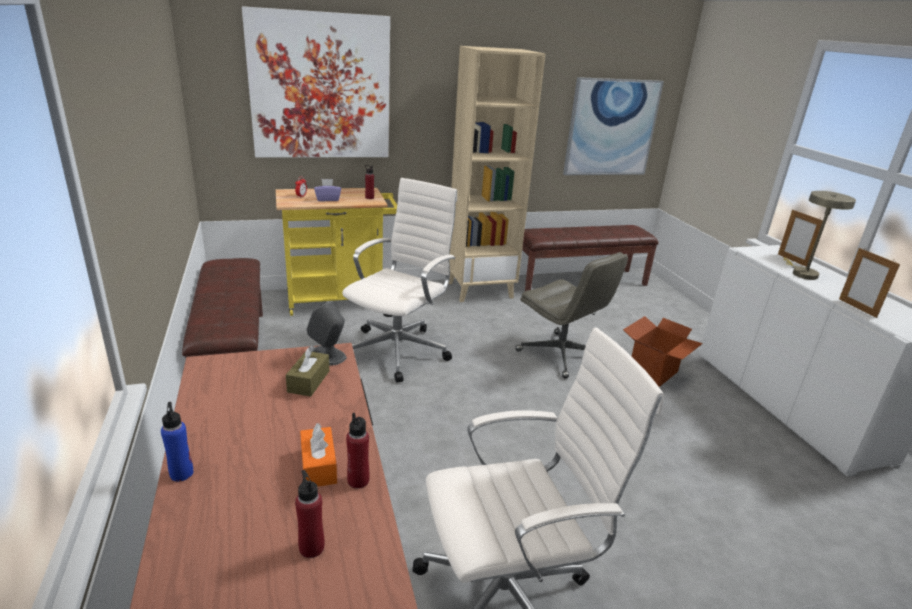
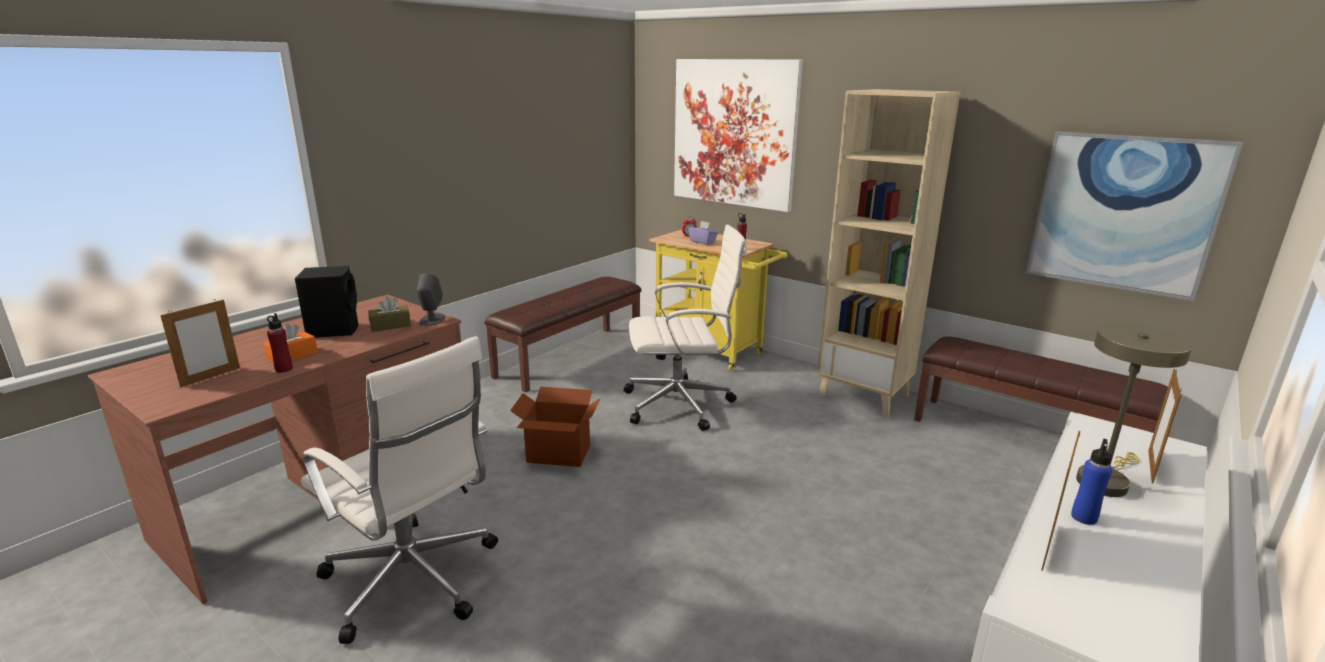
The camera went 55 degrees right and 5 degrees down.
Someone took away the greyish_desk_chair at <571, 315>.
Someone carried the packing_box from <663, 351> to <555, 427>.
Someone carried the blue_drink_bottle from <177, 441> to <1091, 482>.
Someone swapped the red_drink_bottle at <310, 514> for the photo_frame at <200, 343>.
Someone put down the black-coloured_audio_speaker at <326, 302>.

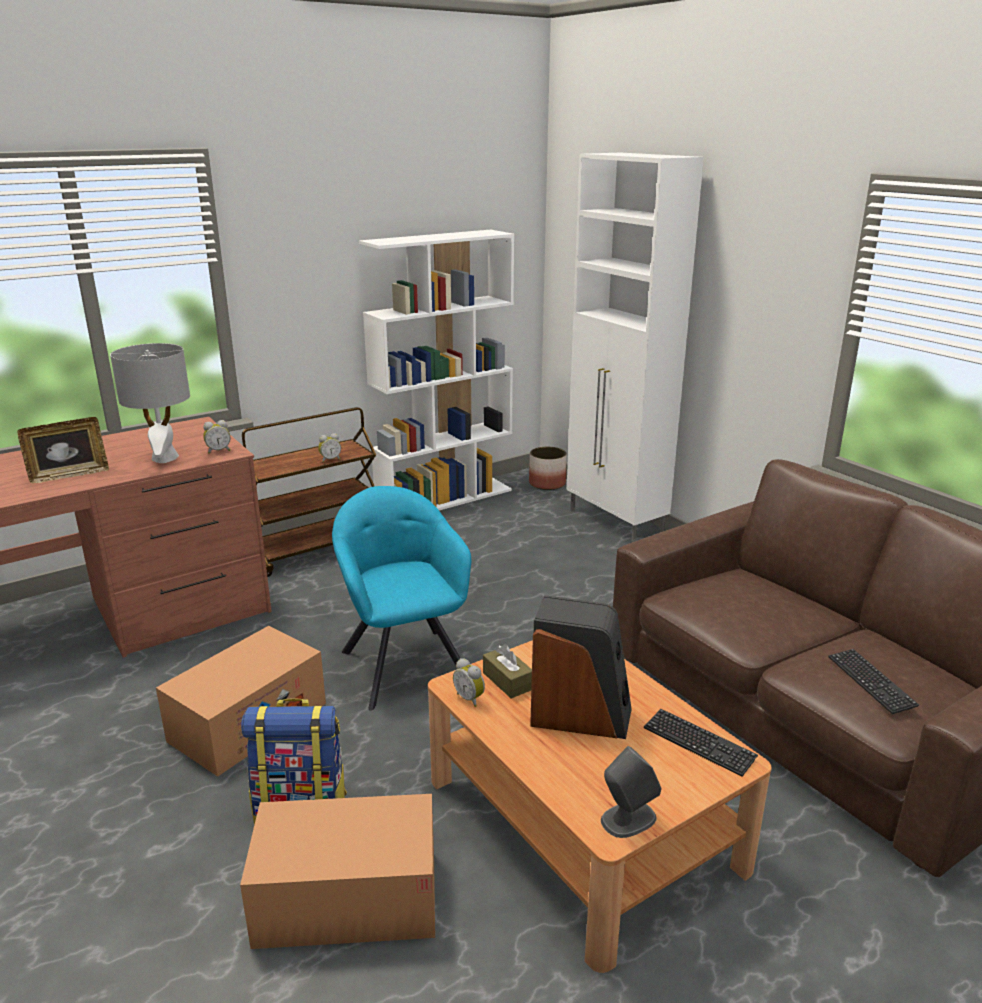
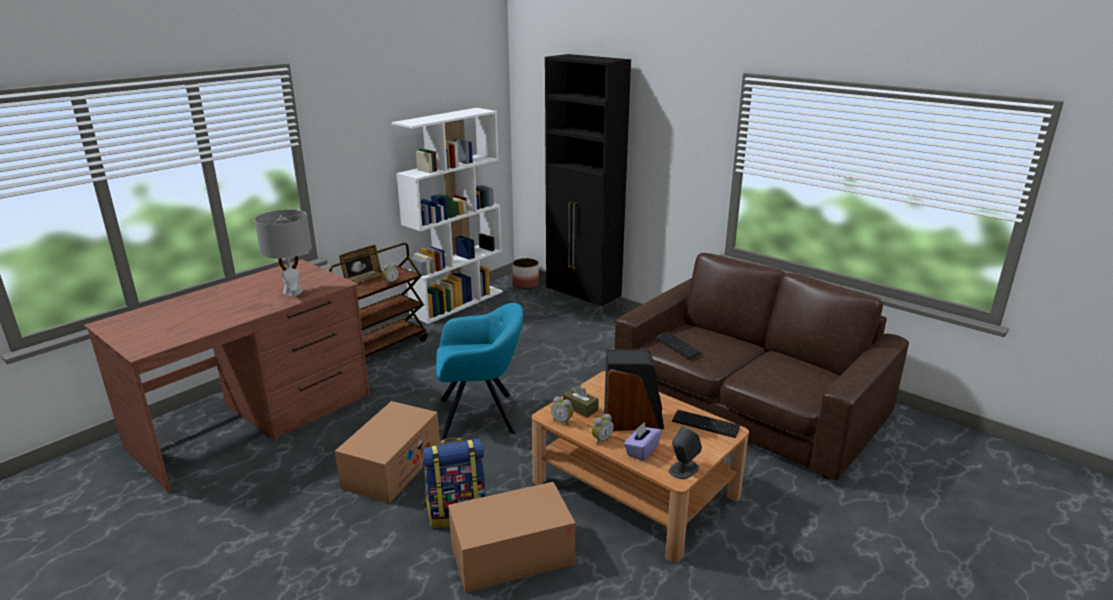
The camera went 15 degrees left and 0 degrees up.
Someone repainted the white_storage_cabinet at <635, 348>, which became the black-coloured_storage_cabinet at <588, 187>.
Someone carried the photo_frame from <63, 450> to <360, 264>.
Someone carried the alarm_clock from <216, 437> to <603, 429>.
Someone rotated the turquoise-coloured_easy_chair at <401, 598> by 120 degrees clockwise.
Someone carried the computer_keyboard from <873, 681> to <678, 345>.
Someone put down the purplish_box_of_tissues at <643, 441>.

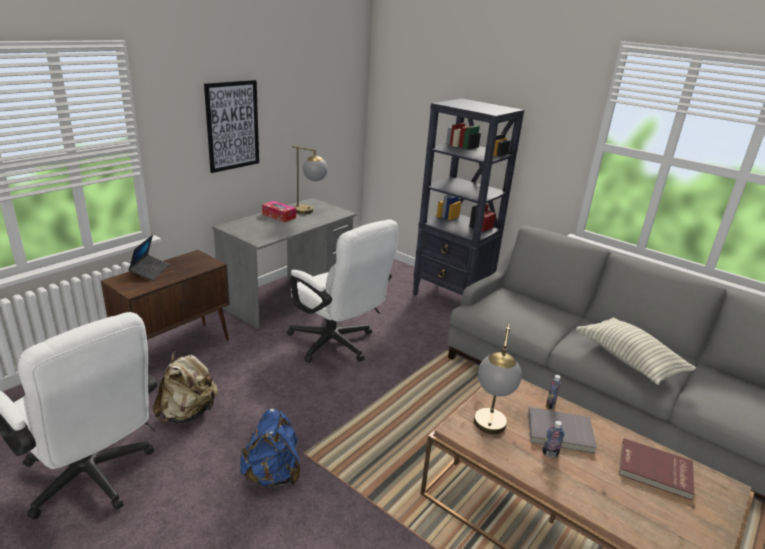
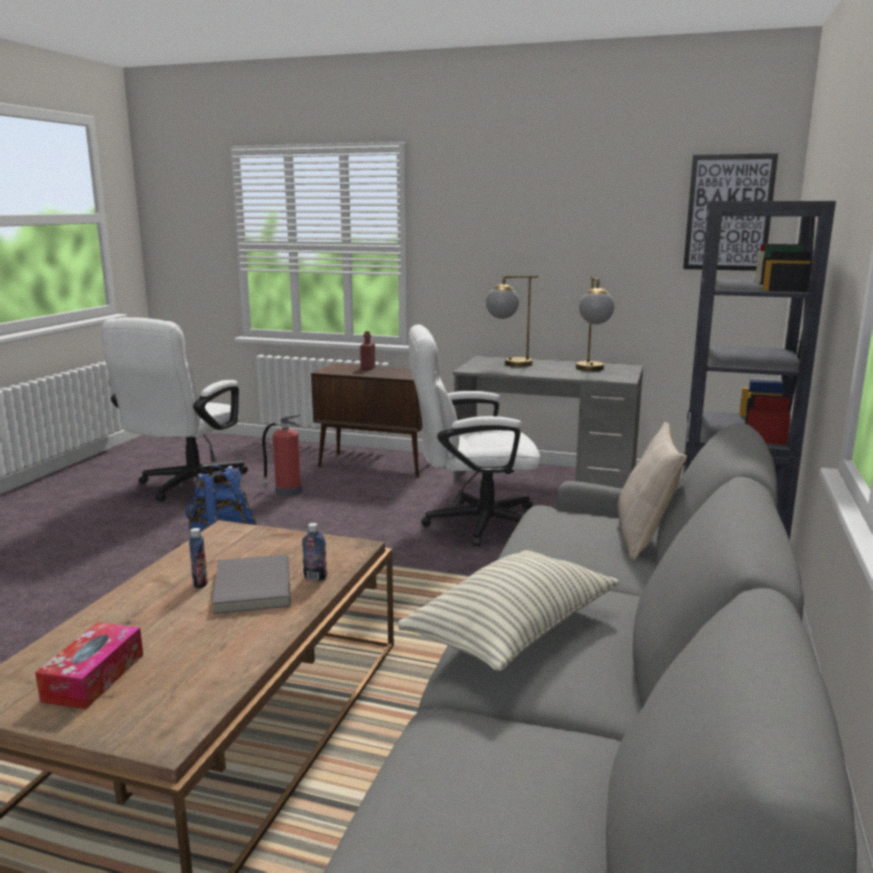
The camera went 70 degrees right and 10 degrees down.
Someone carried the wall_picture from <231, 126> to <730, 212>.
Someone carried the box_of_tissues from <279, 211> to <89, 665>.
Someone rotated the white_desk_chair at <343, 291> by 60 degrees clockwise.
Someone swapped the laptop at <149, 258> for the red_drink_bottle at <367, 350>.
Someone carried the lamp_for_a_table from <498, 379> to <512, 321>.
Someone swapped the beige-coloured_knapsack at <185, 387> for the fire_extinguisher at <282, 455>.
Someone took away the red_bound_book at <656, 469>.
Someone put down the beige-coloured_pillow at <652, 491>.

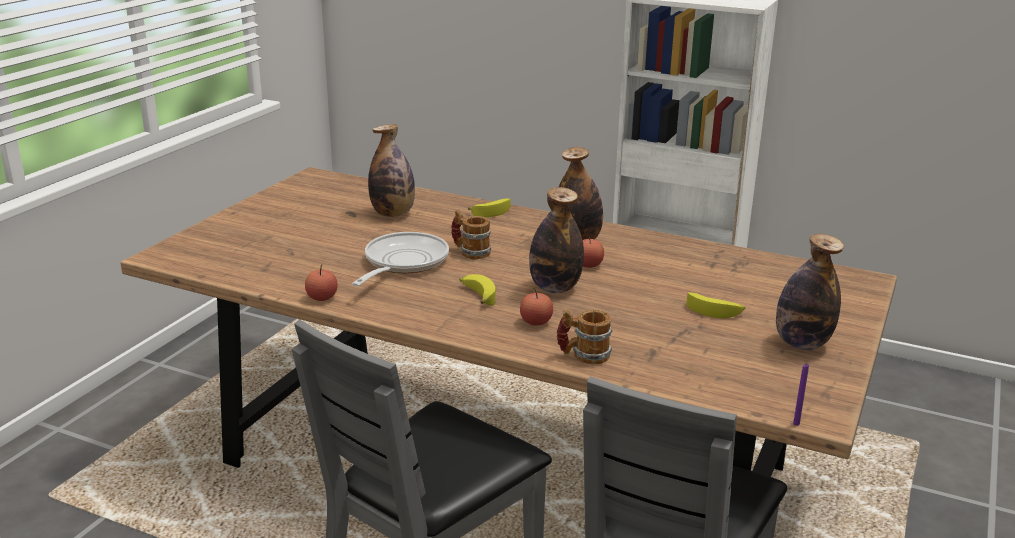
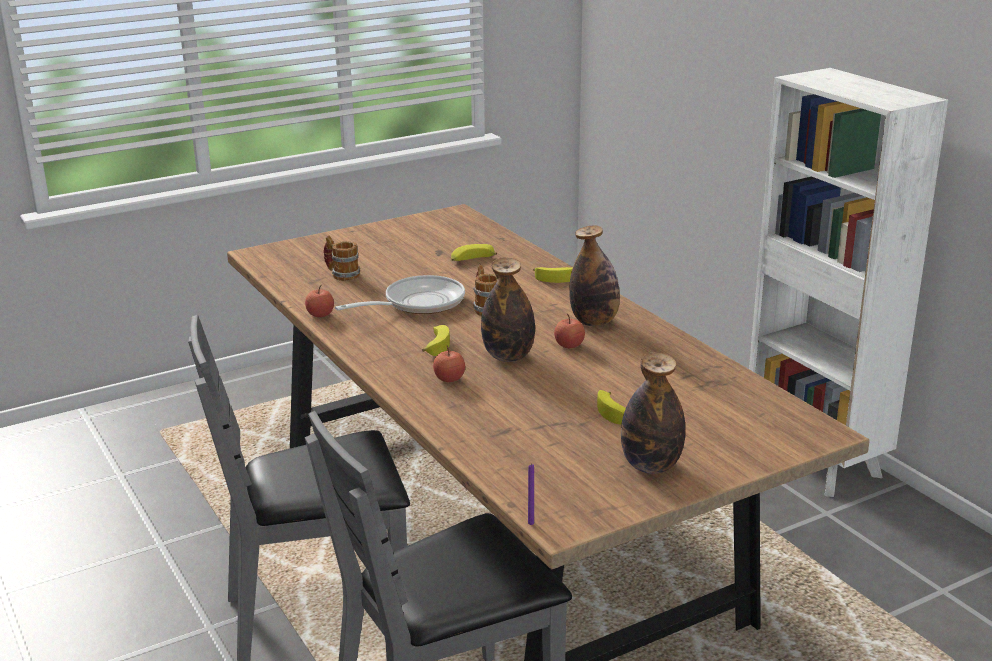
The camera went 35 degrees right and 0 degrees up.
Someone swapped the drink_bottle at <391, 170> for the banana at <474, 252>.
Someone carried the tea_mug from <584, 336> to <341, 258>.

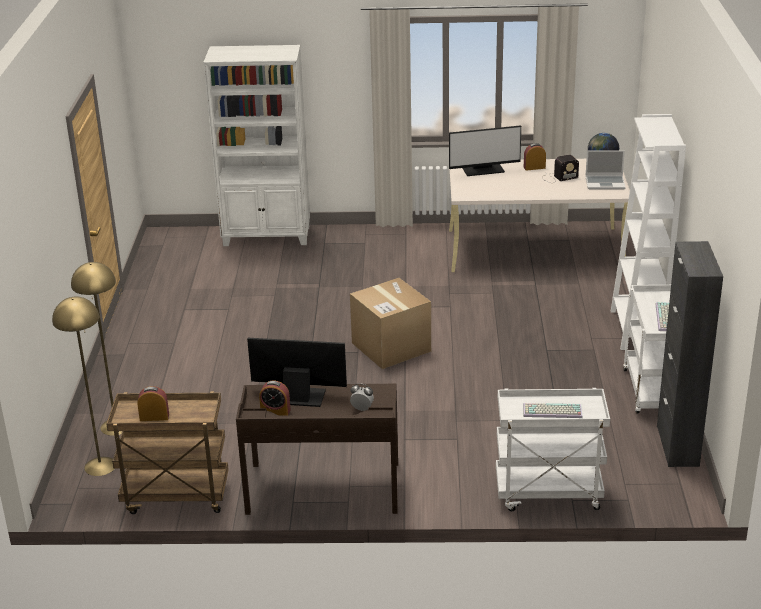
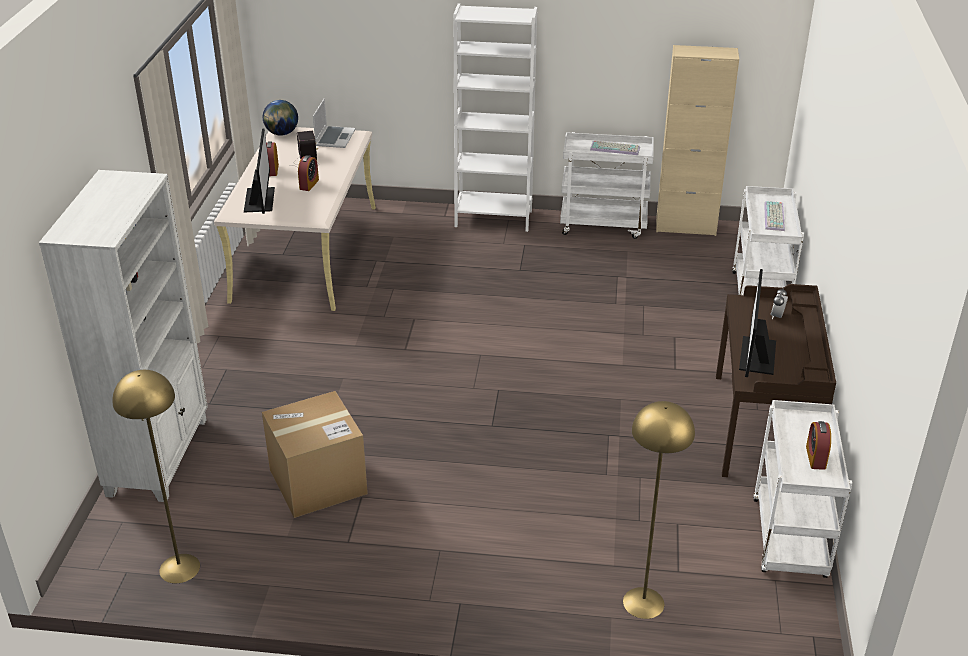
The camera went 85 degrees left and 5 degrees up.
Someone repainted the black-coloured_storage_cabinet at <690, 354>, which became the beige-coloured_storage_cabinet at <697, 140>.
Someone carried the packing_box from <390, 323> to <315, 454>.
Someone carried the yellowish_standard_lamp from <83, 386> to <156, 476>.
Someone carried the alarm_clock from <275, 398> to <308, 173>.
Someone repainted the brown_cart at <167, 453>, which became the white_cart at <802, 489>.

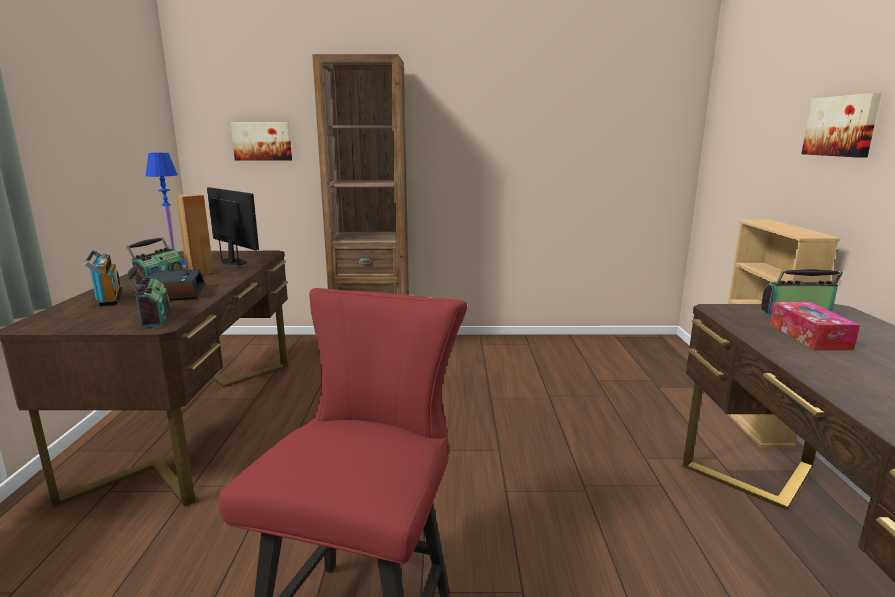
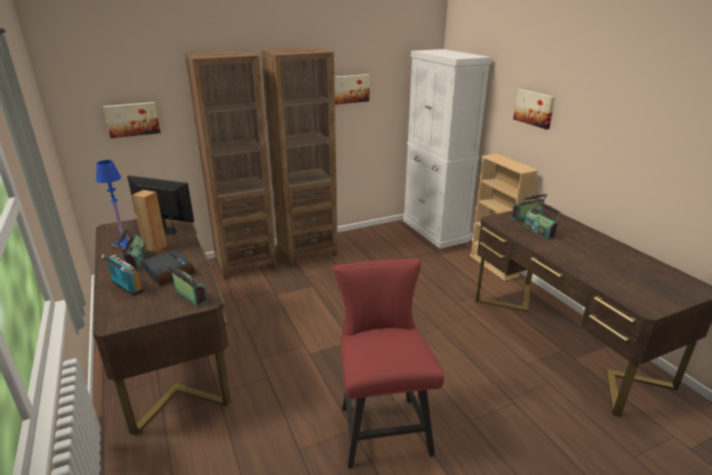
The camera went 25 degrees left and 10 degrees up.
Someone swapped the box_of_tissues at <815, 326> for the radio at <543, 220>.
Someone put down the brown_bookshelf at <299, 157>.
Someone put down the white_storage_cabinet at <447, 149>.
Someone put up the wall_picture at <352, 89>.

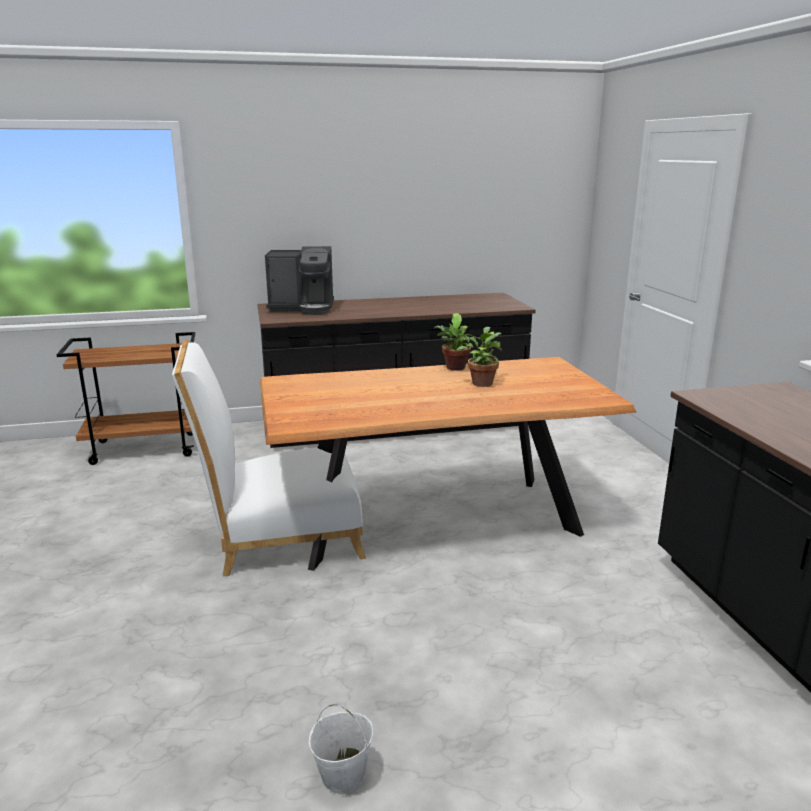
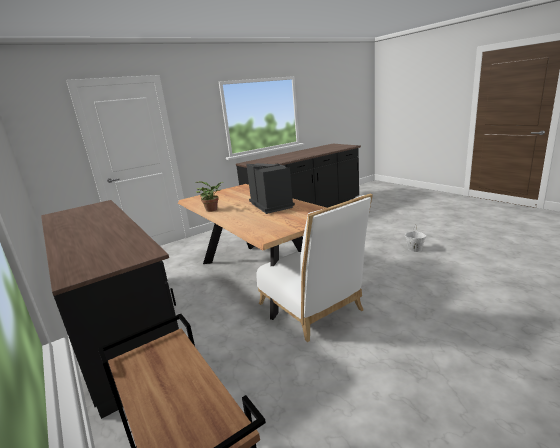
The camera went 110 degrees left and 0 degrees up.
Someone carried the coffee_brewer from <299, 280> to <270, 188>.
Someone took away the plant_in_a_pot at <479, 357>.

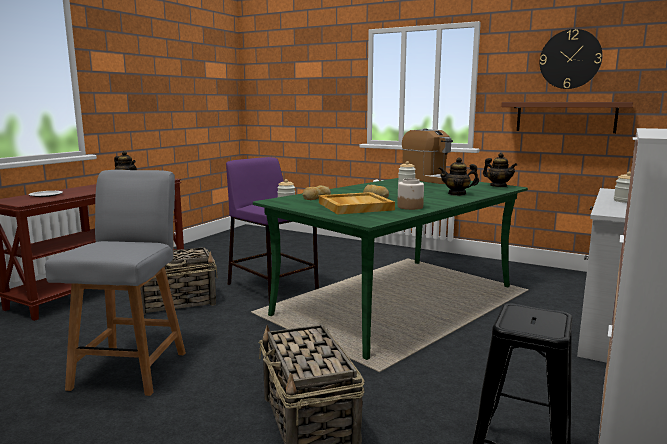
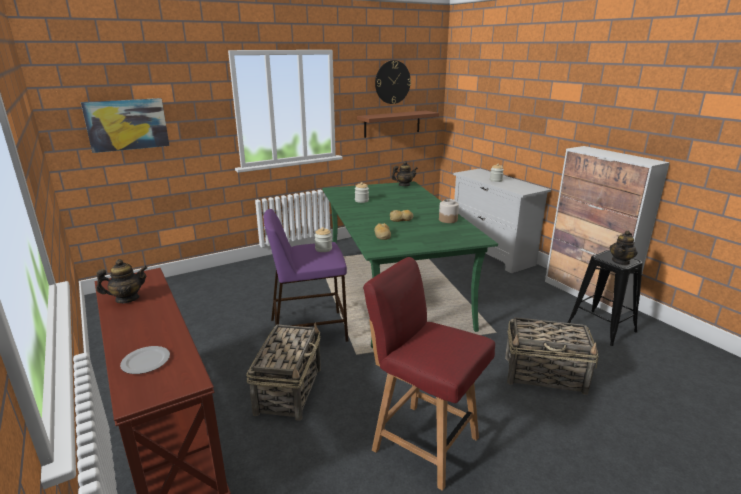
The camera went 60 degrees left and 10 degrees up.
Someone took away the coffee_brewer at <427, 156>.
Someone carried the pot_for_tea from <459, 176> to <623, 248>.
Someone repainted the greyish_chair at <115, 283>, which became the red_chair at <429, 374>.
Someone took away the beige-coloured_tray at <357, 203>.
Someone put up the wall_picture at <125, 125>.

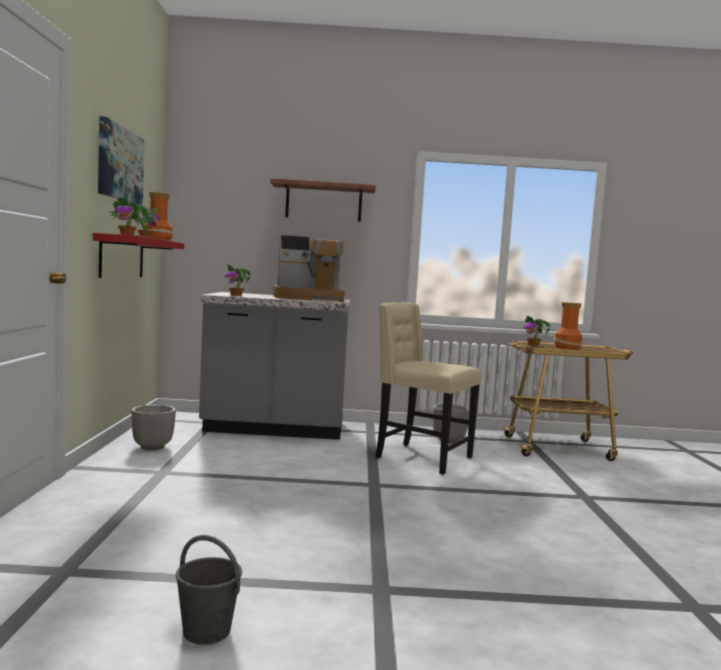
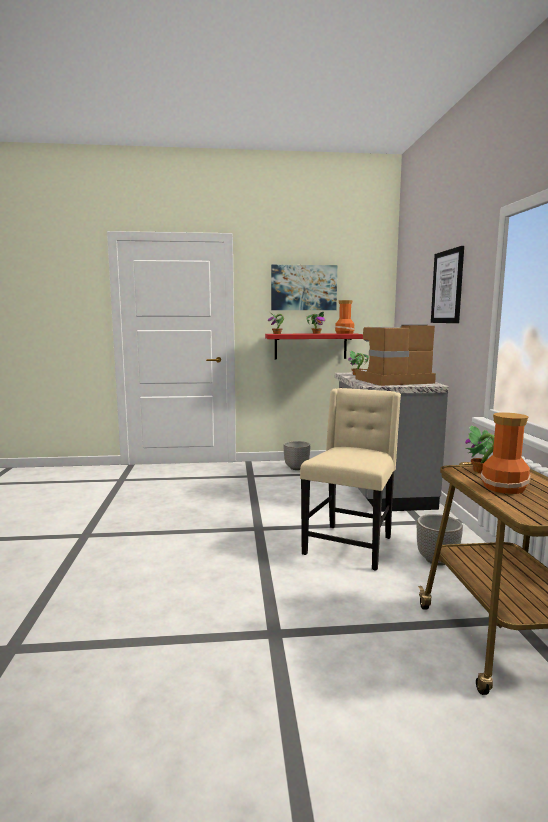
The camera went 85 degrees right and 5 degrees up.
Someone swapped the wall_shelf at <323, 200> for the wall_picture at <447, 284>.
Someone rotated the coffee_brewer at <309, 268> by 90 degrees clockwise.
Someone took away the greyish_water_bucket at <209, 590>.

